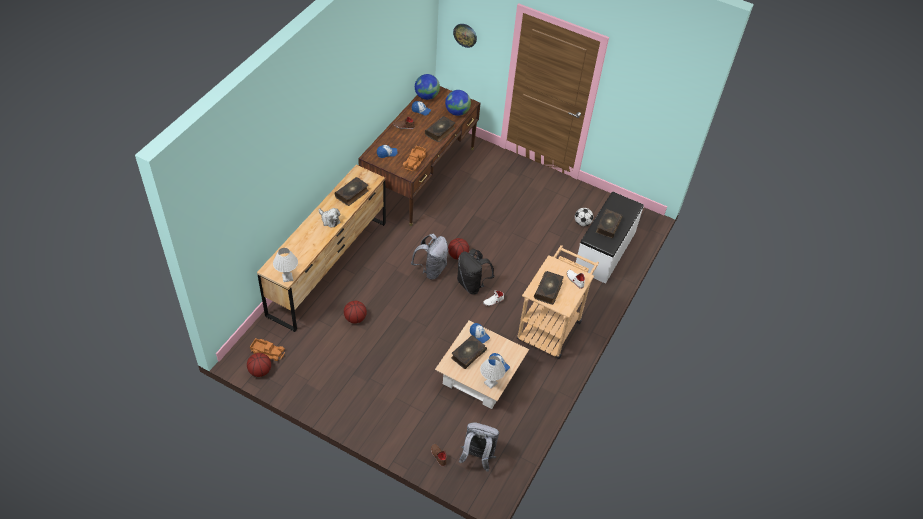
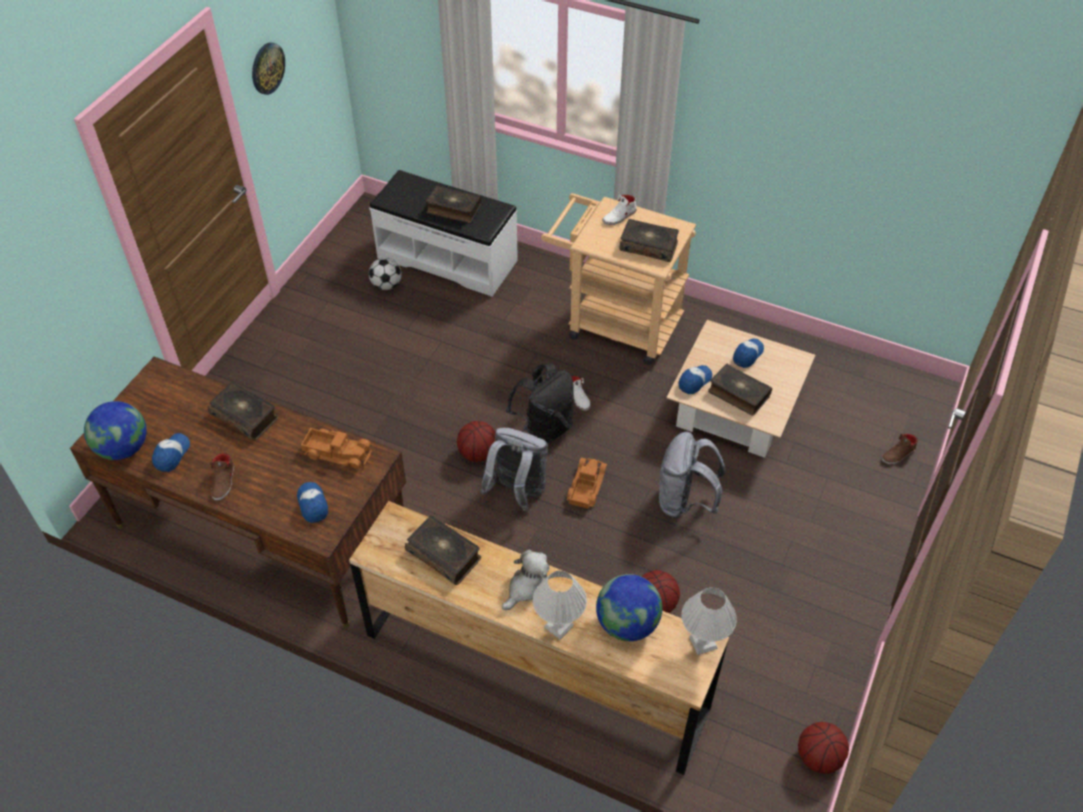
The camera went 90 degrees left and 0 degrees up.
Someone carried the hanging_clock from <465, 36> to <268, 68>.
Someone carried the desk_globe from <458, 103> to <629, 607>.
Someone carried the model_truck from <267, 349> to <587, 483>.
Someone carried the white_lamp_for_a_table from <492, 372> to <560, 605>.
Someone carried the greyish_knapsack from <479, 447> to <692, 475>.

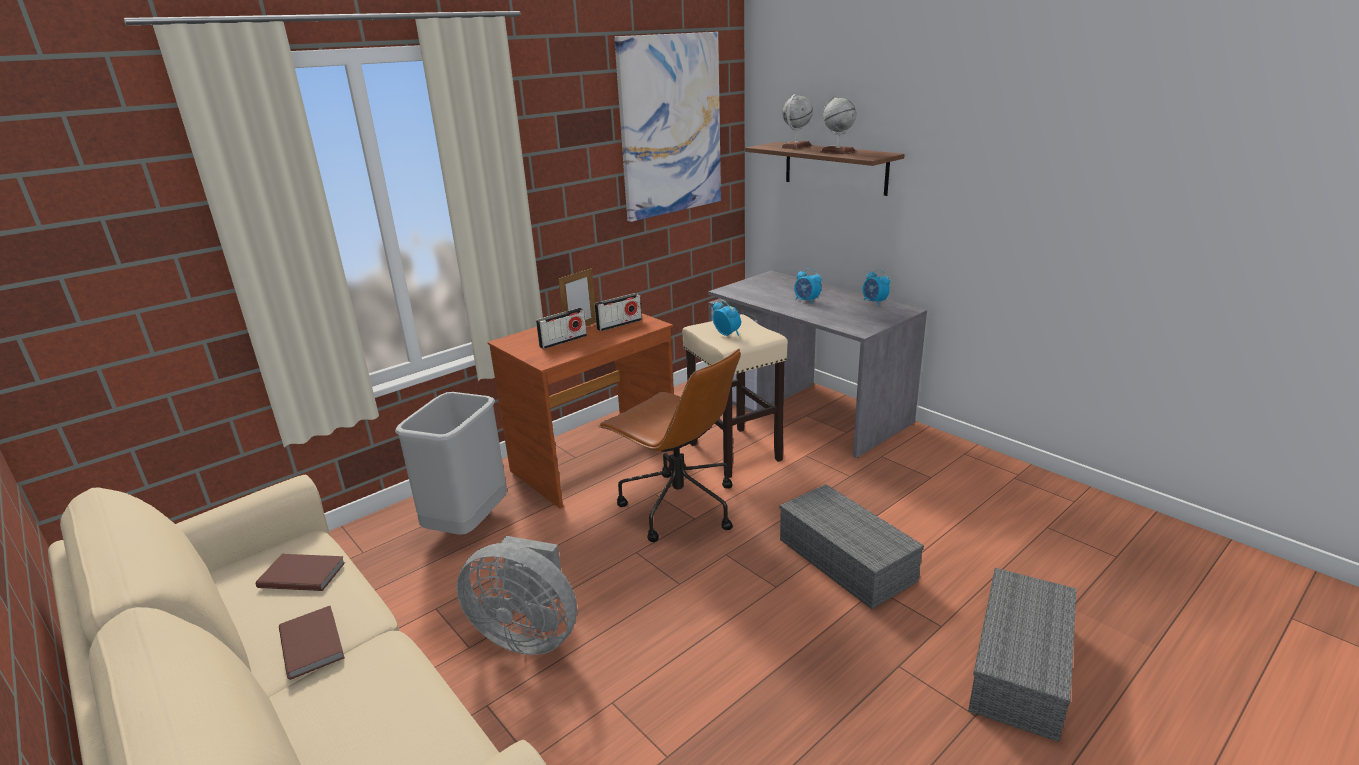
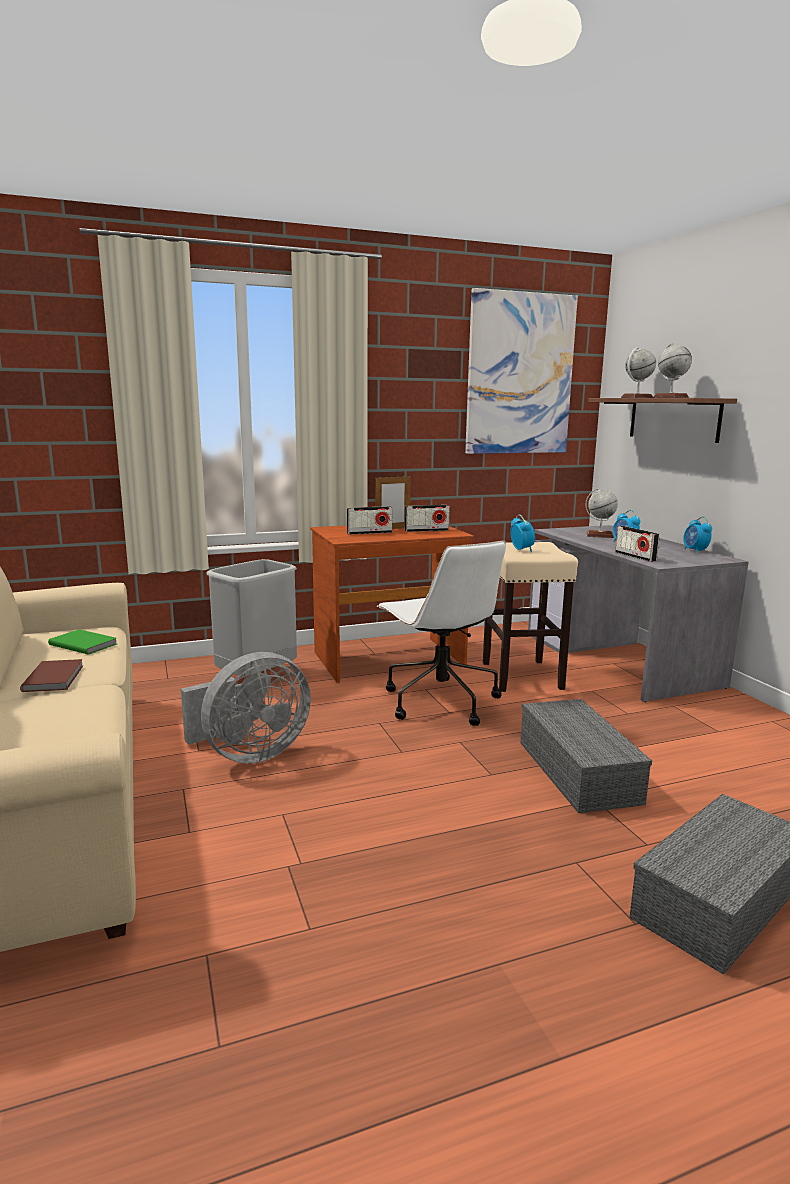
The camera went 20 degrees right and 10 degrees down.
Someone repainted the brown_desk_chair at <669, 445>, which became the white_desk_chair at <441, 633>.
Someone rotated the greyish_fan at <517, 595> by 75 degrees counterclockwise.
Someone repainted the brown_bound_book at <301, 572>, which became the greenish_bound_book at <82, 642>.
Someone put down the desk_globe at <602, 513>.
Someone put down the radio at <637, 544>.

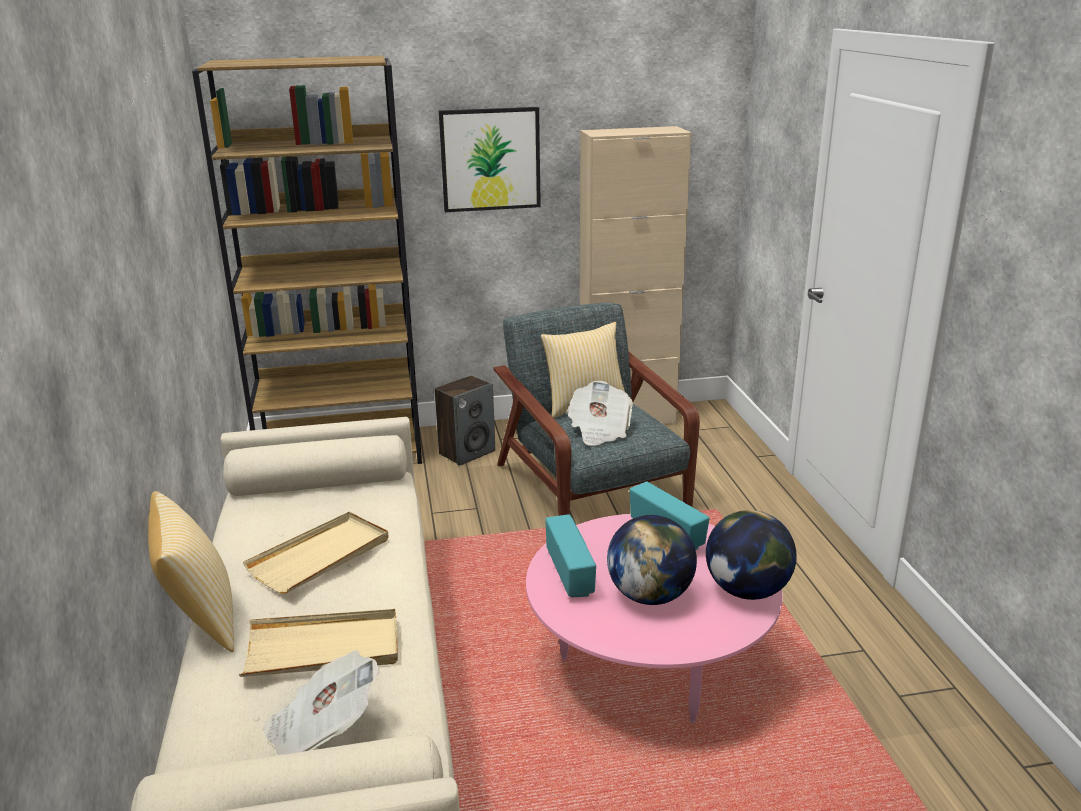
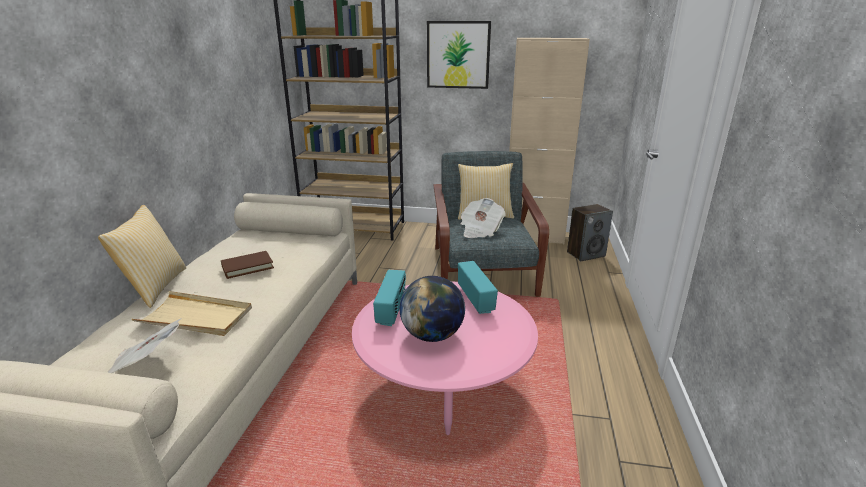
The camera went 20 degrees right and 0 degrees up.
Someone carried the audio_speaker from <465, 421> to <590, 233>.
Someone took away the desk_globe at <751, 555>.
Someone swapped the beige-coloured_tray at <316, 553> for the brown_bound_book at <247, 265>.

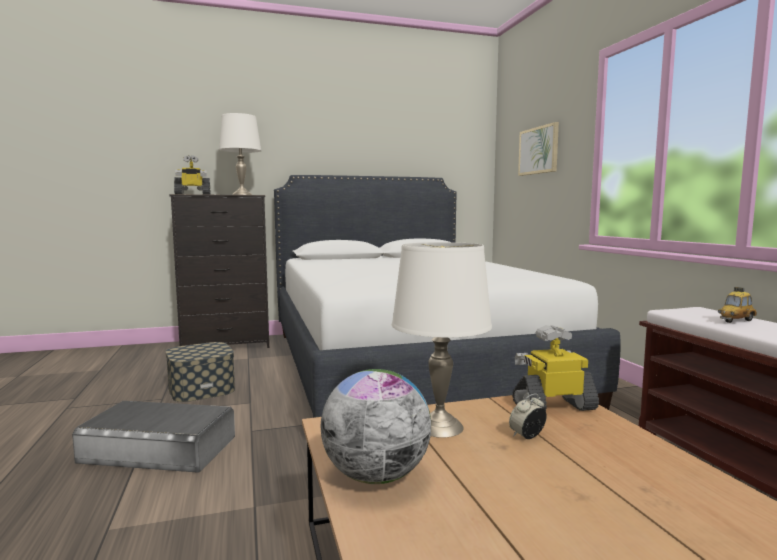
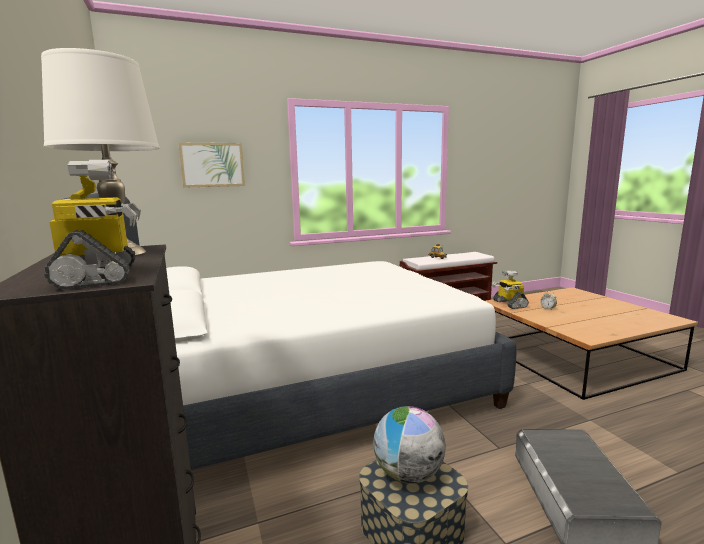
The camera went 95 degrees left and 5 degrees up.
Someone took away the white_lamp_for_a_table at <442, 340>.
Someone carried the desk_globe from <376, 426> to <409, 445>.

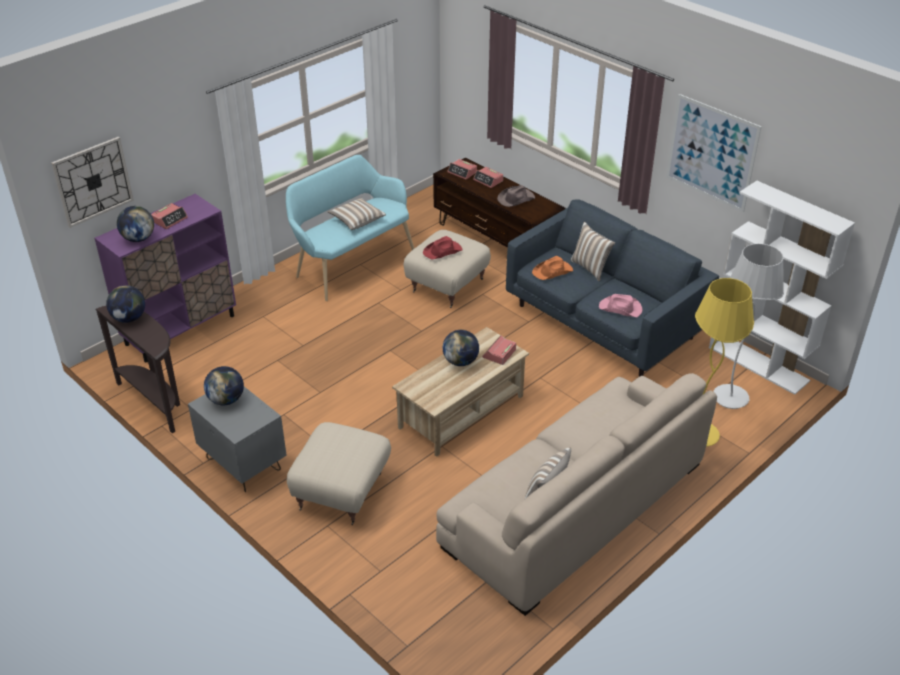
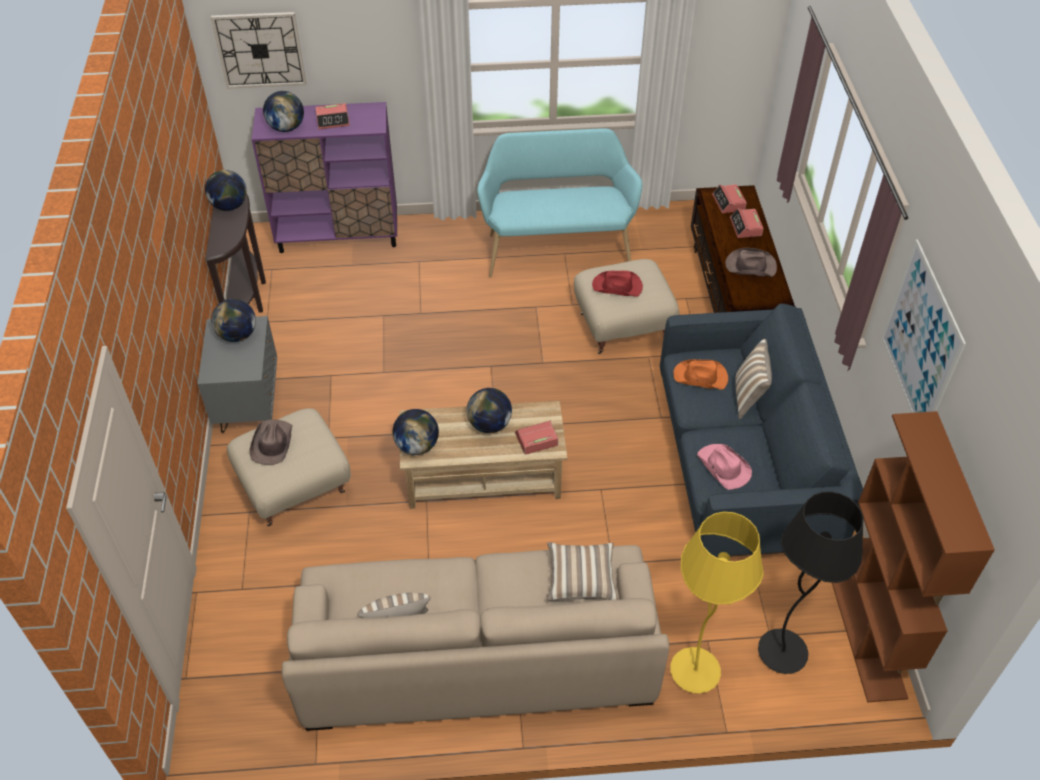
The camera went 40 degrees right and 10 degrees up.
Someone repainted the white_bookshelf at <782, 288>, which became the brown_bookshelf at <913, 557>.
Someone carried the pillow from <356, 214> to <582, 571>.
Someone repainted the white_standard_lamp at <748, 326>, which became the black-coloured_standard_lamp at <811, 582>.
Someone put down the desk_globe at <415, 432>.
Someone put down the brown_clothing_hat at <271, 442>.

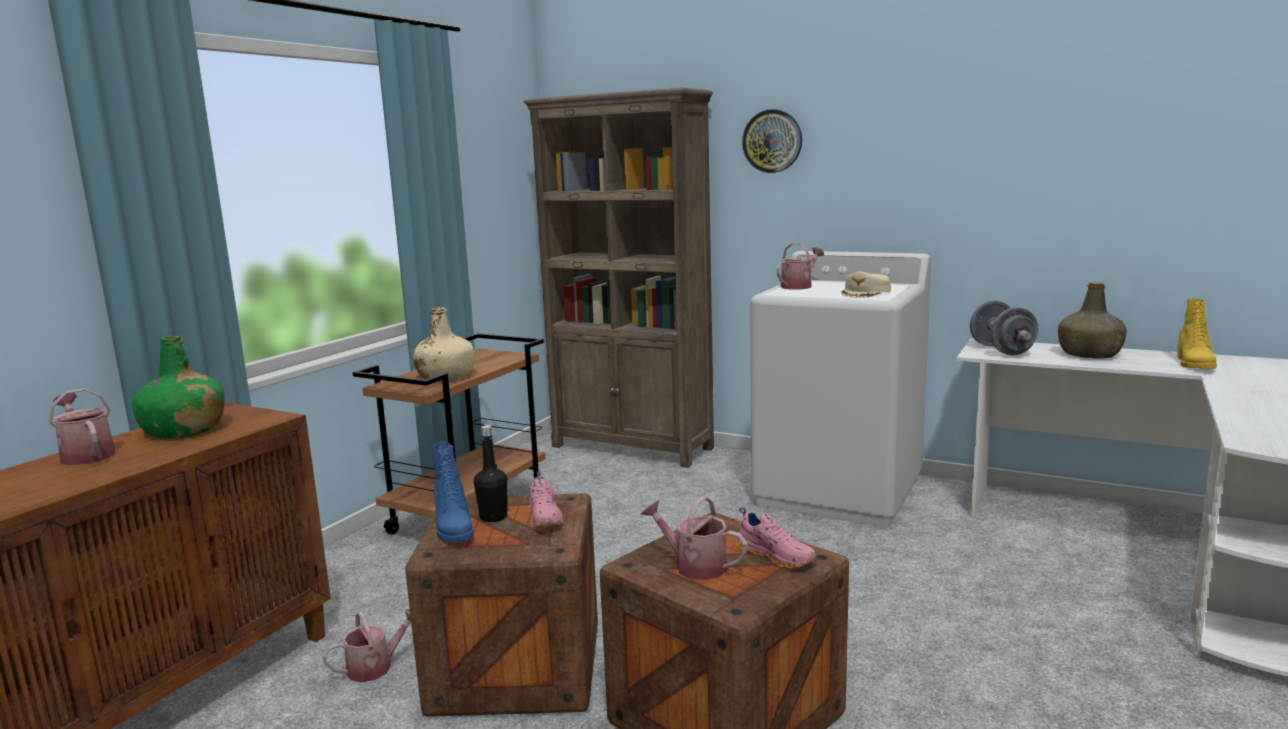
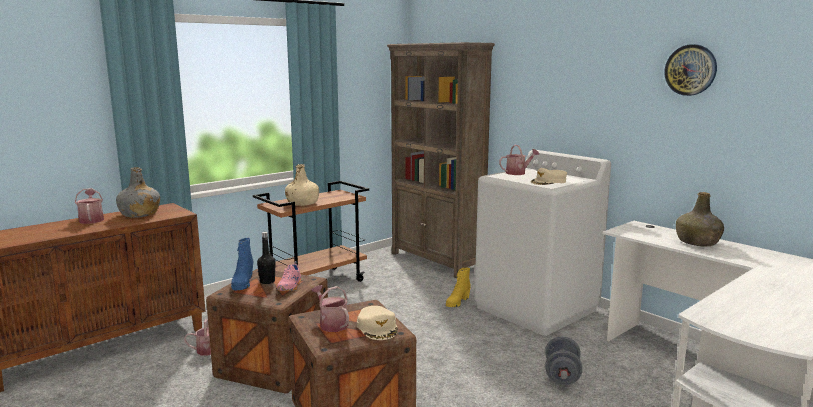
The camera went 20 degrees right and 0 degrees up.
Someone carried the hanging_clock from <772, 141> to <691, 70>.
Someone carried the yellowish_high-top_boot from <1197, 334> to <458, 287>.
Someone carried the greyish_dumbbell from <1004, 328> to <564, 360>.
Someone repainted the greenish_drink_bottle at <178, 387>, which became the greyish_drink_bottle at <138, 192>.
Someone swapped the pink-coloured_low_shoe at <776, 538> for the beige-coloured_peaked_cap at <377, 323>.

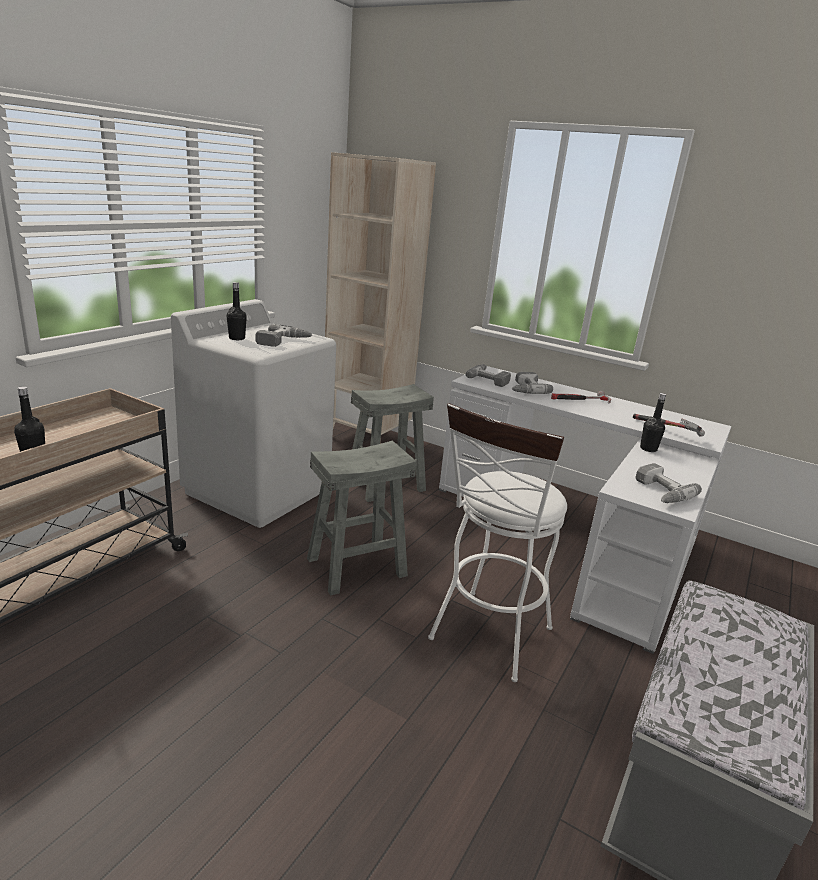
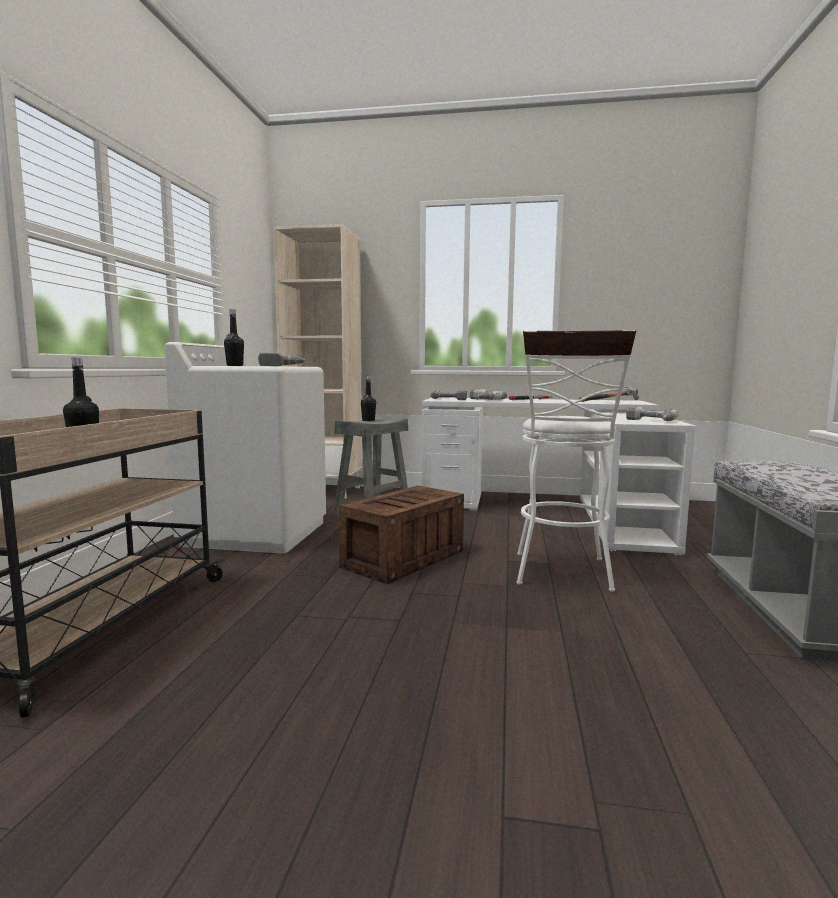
The camera went 20 degrees left and 15 degrees down.
Someone carried the black-coloured_drink_bottle from <653, 422> to <368, 398>.
Someone swapped the greyish_stool_seat at <361, 518> for the packing_crate at <401, 535>.

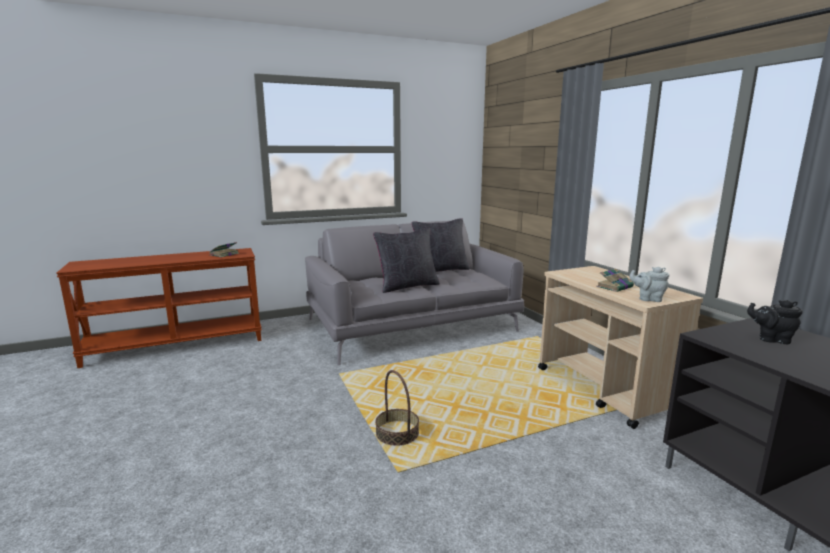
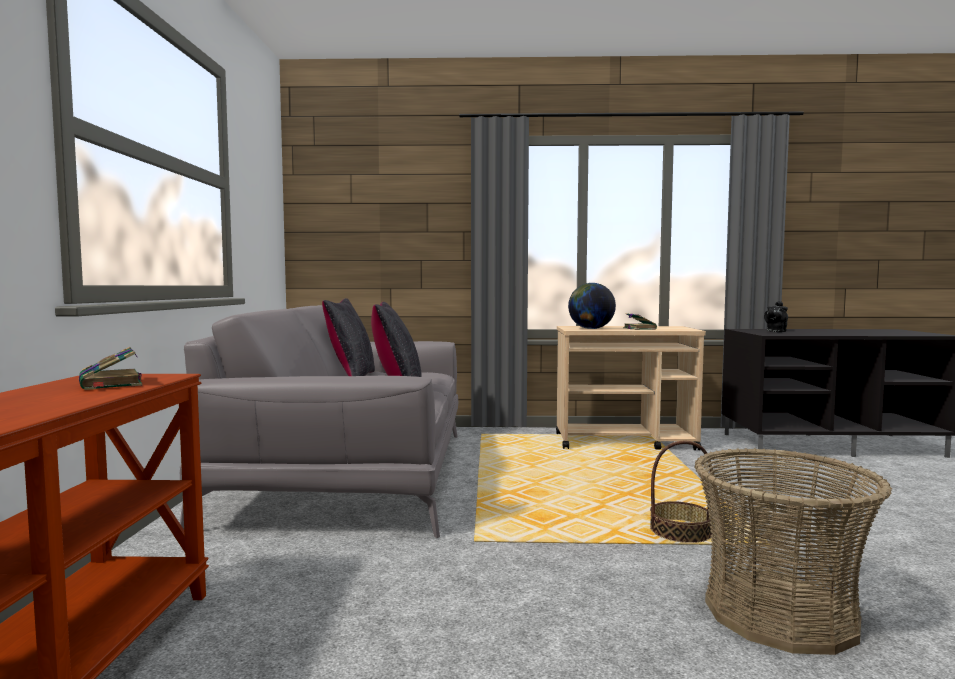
The camera went 65 degrees left and 10 degrees down.
Someone took away the greyish_pot_for_tea at <649, 284>.
Someone put down the desk_globe at <592, 306>.
Someone put down the household_basket at <793, 551>.

